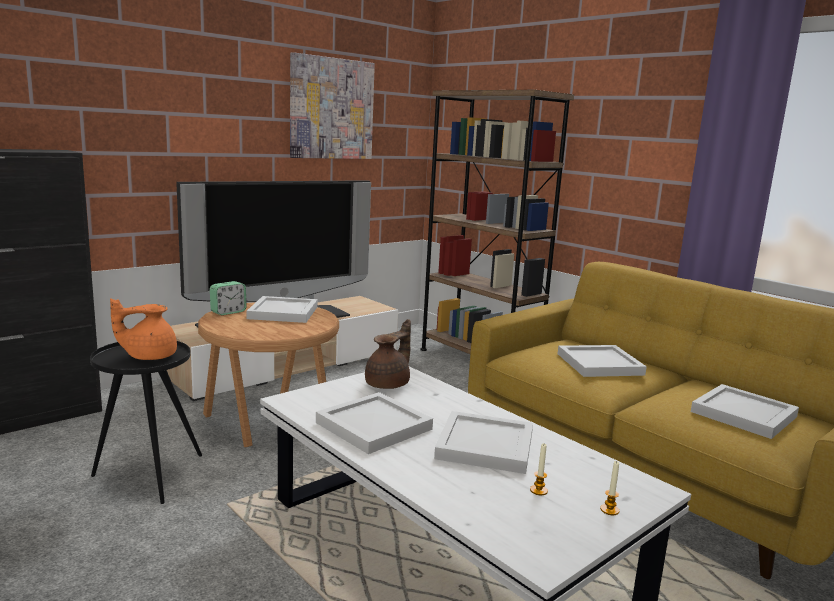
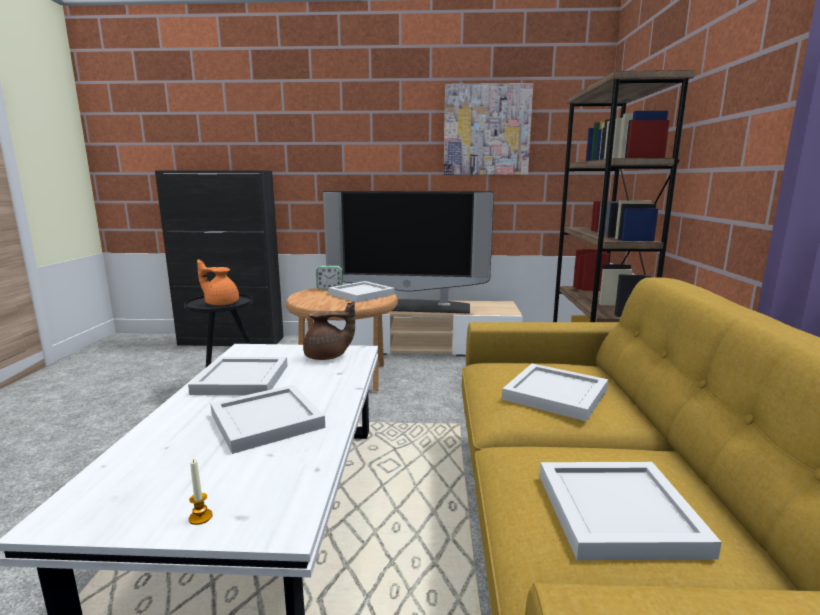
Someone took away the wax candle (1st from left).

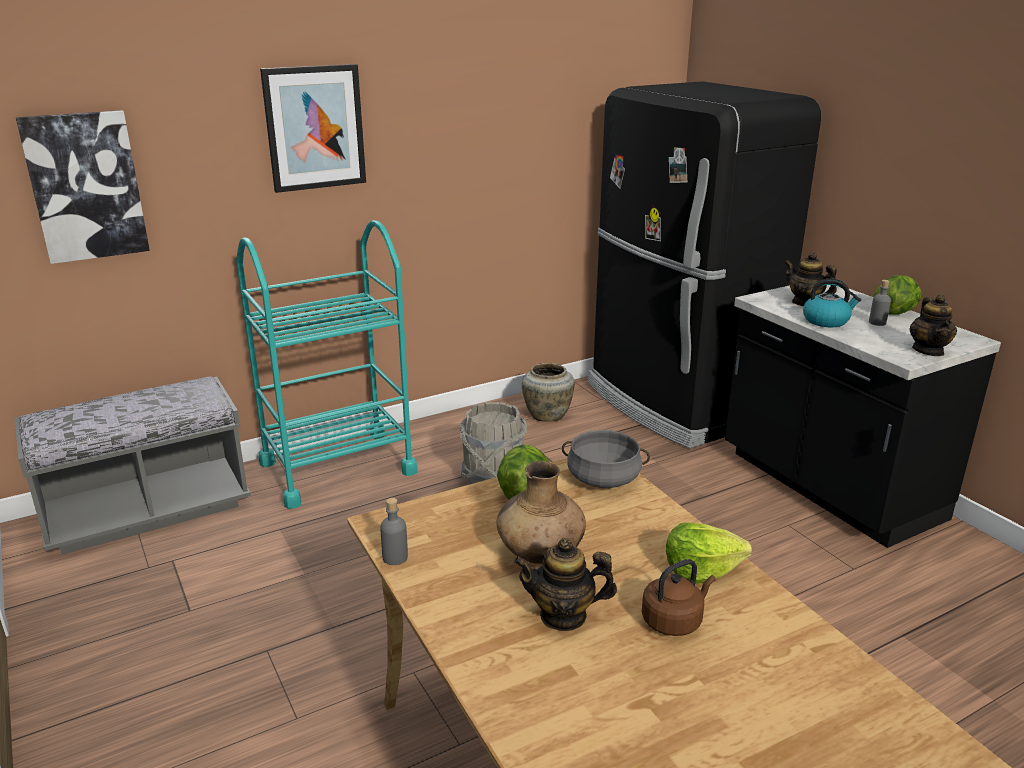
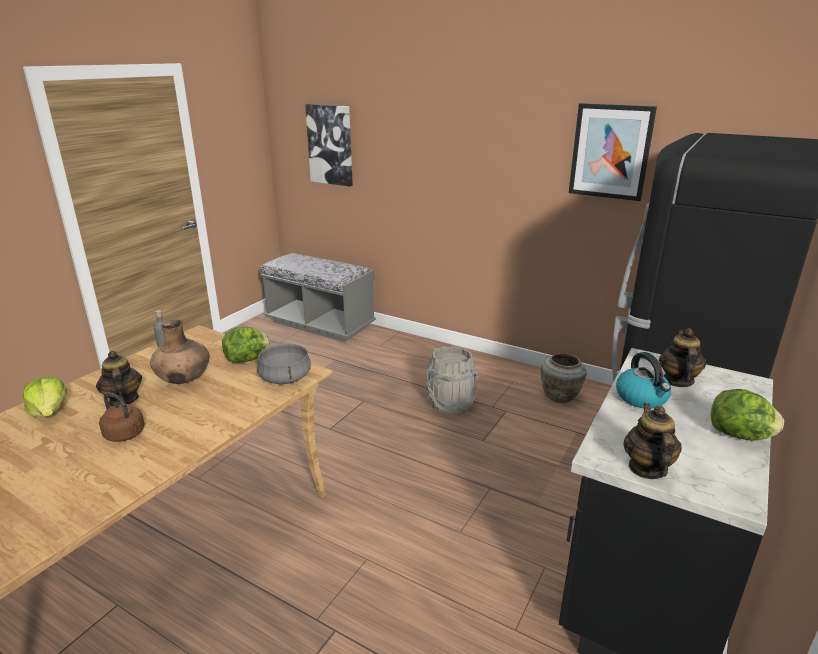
Someone carried the head of lettuce (2nd from left in the first image).
Someone carried the wall picture (2nd from left).
Someone rotated the pot for tea (3rd from left in the first image) by 120 degrees clockwise.
Someone took away the wheeled cart (turquoise-coloured).
Someone took away the beverage bottle (gray) (2nd from left).

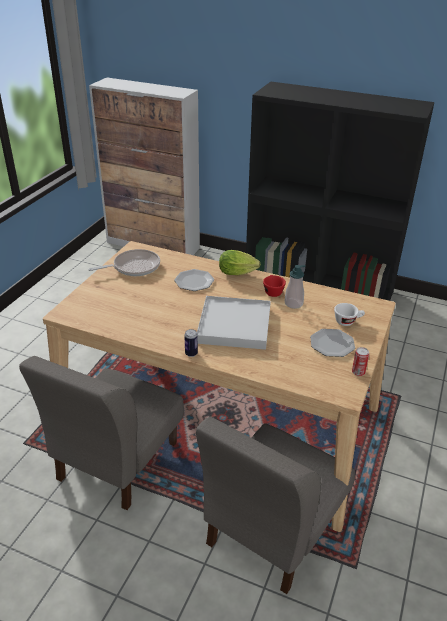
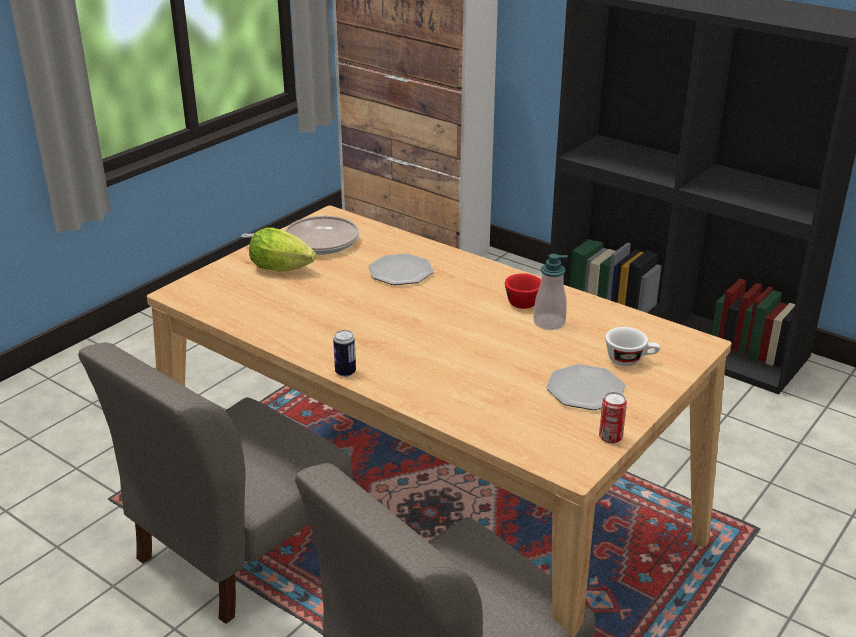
Someone carried the head of lettuce.
Someone took away the tray (white).

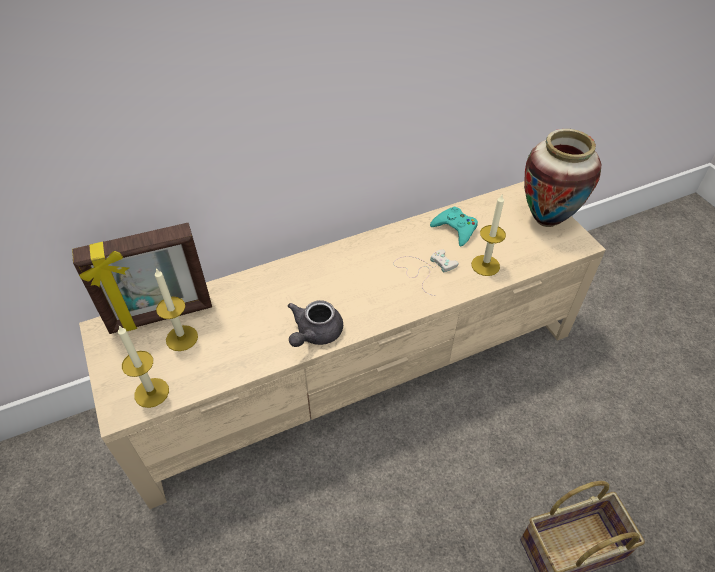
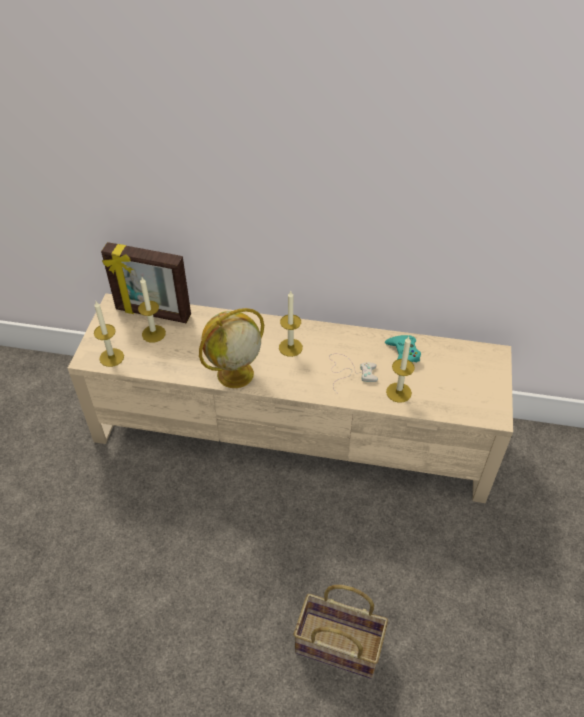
Someone swapped the pot for tea (gray) for the globe.
Someone put down the wax candle (3rd from left).
Someone took away the vase.

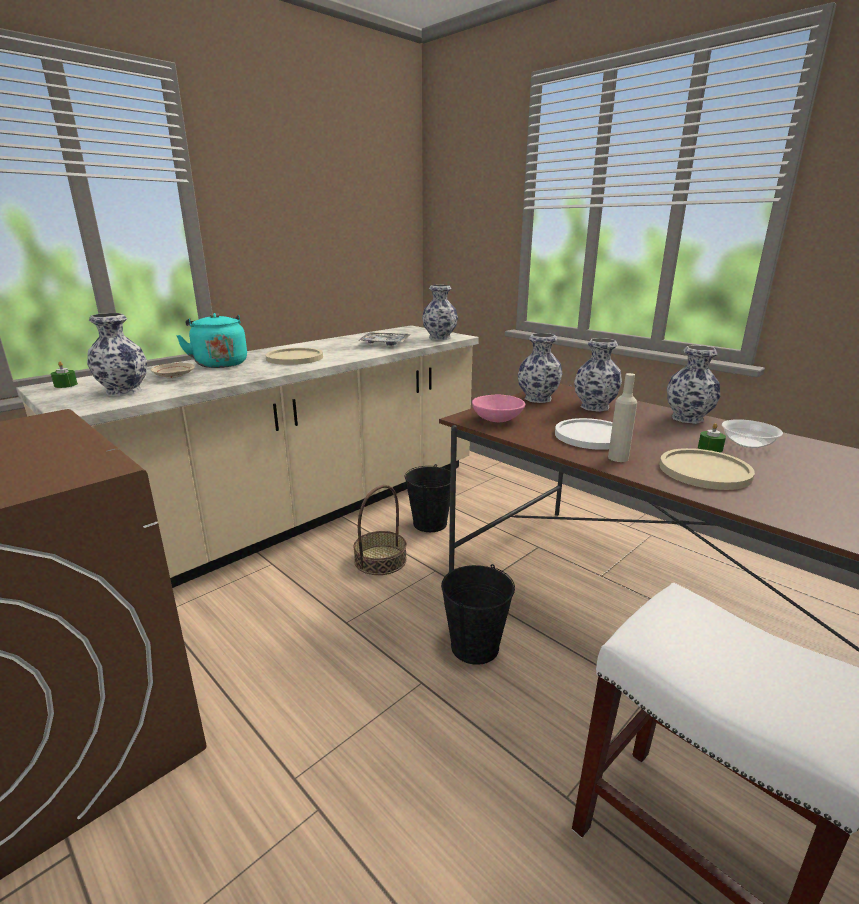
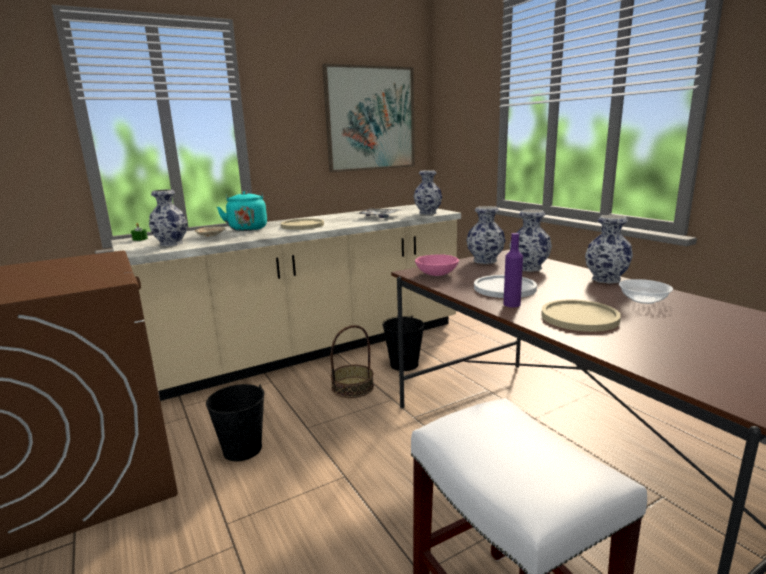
Someone carried the pail (black-coloured) (2nd from left in the first image).
Someone put up the wall picture.
Someone repainted the beverage bottle (beige), which became the beverage bottle (purple-coloured).
Someone took away the wax candle (green-coloured) (2nd from left).

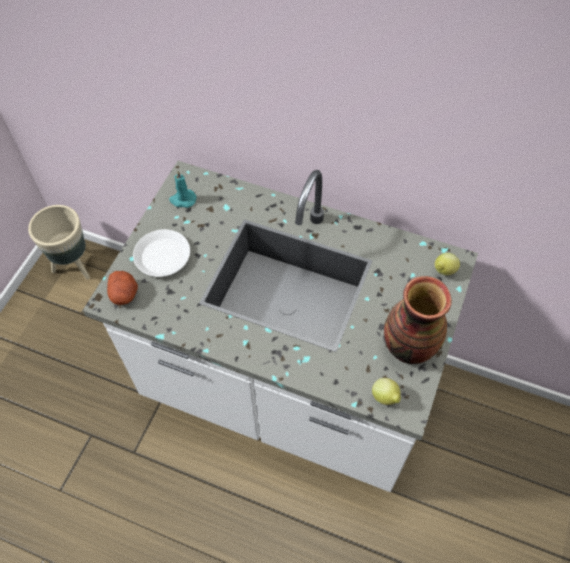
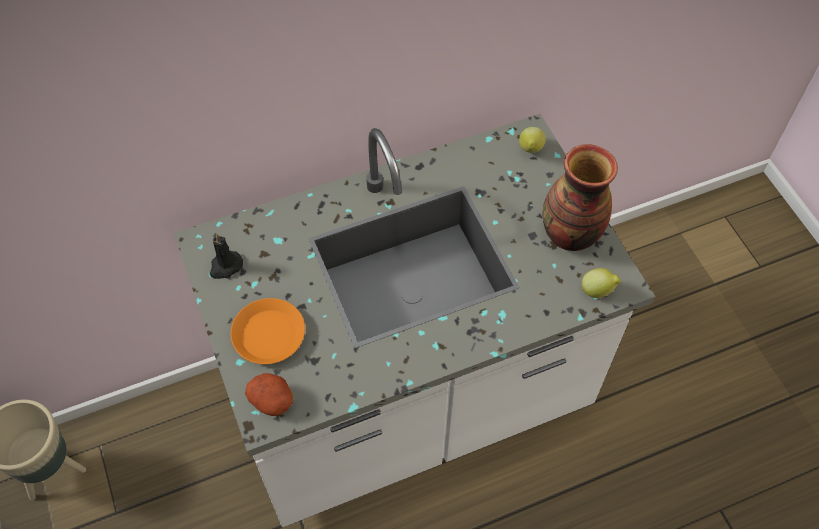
Someone repainted the wax candle (turquoise-coloured), which became the wax candle (black-coloured).
Someone repainted the flat dish (white), which became the flat dish (orangey).

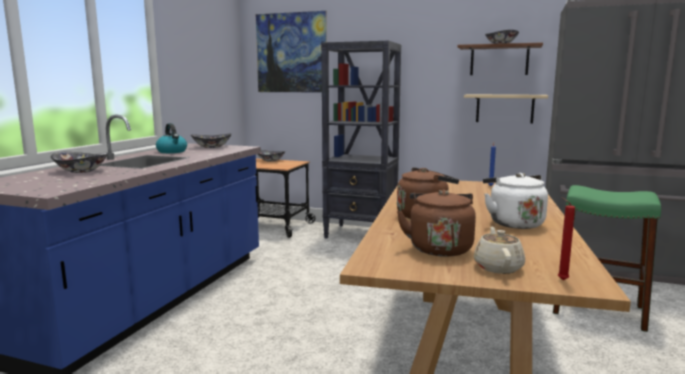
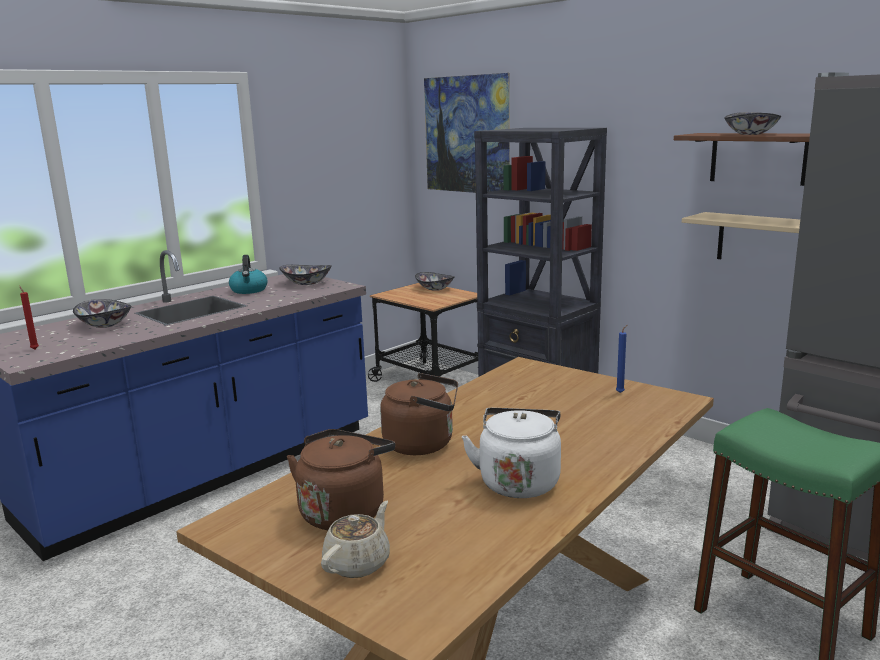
Someone carried the wax candle (red).

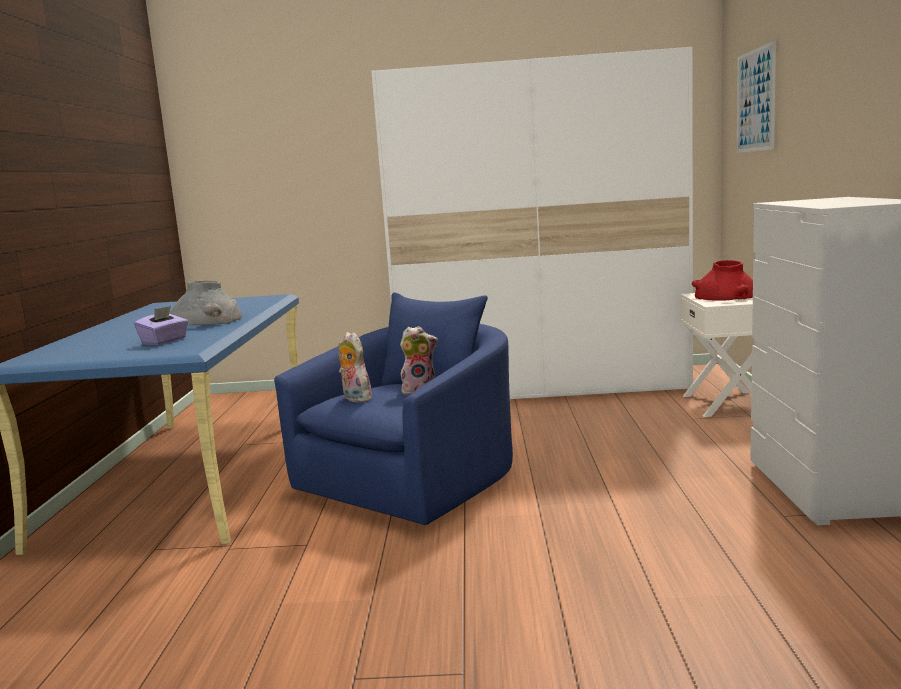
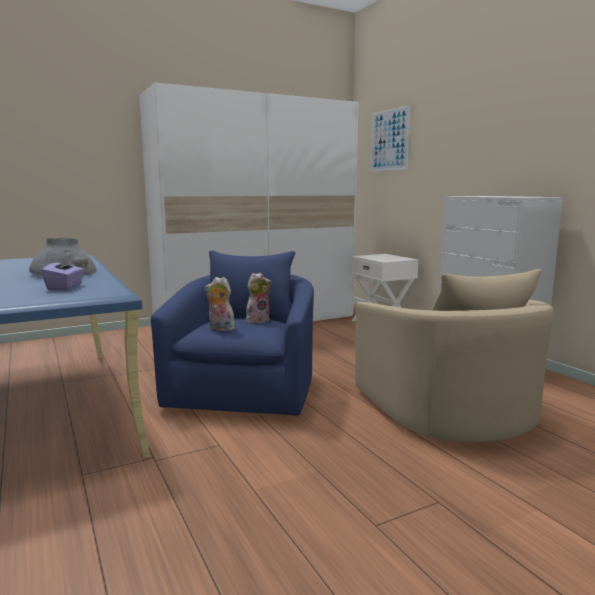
Someone put down the lounge chair (beige).
Someone took away the vase (red).

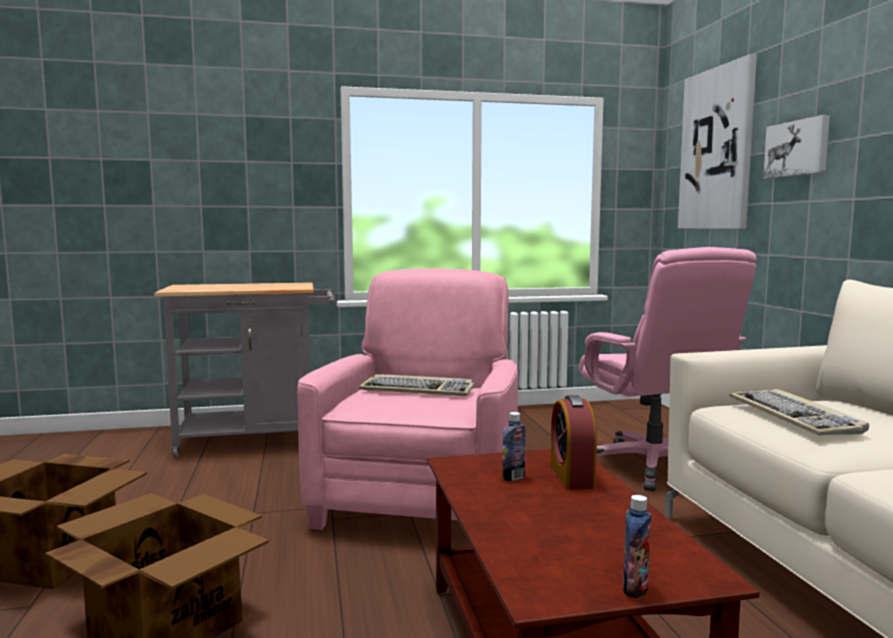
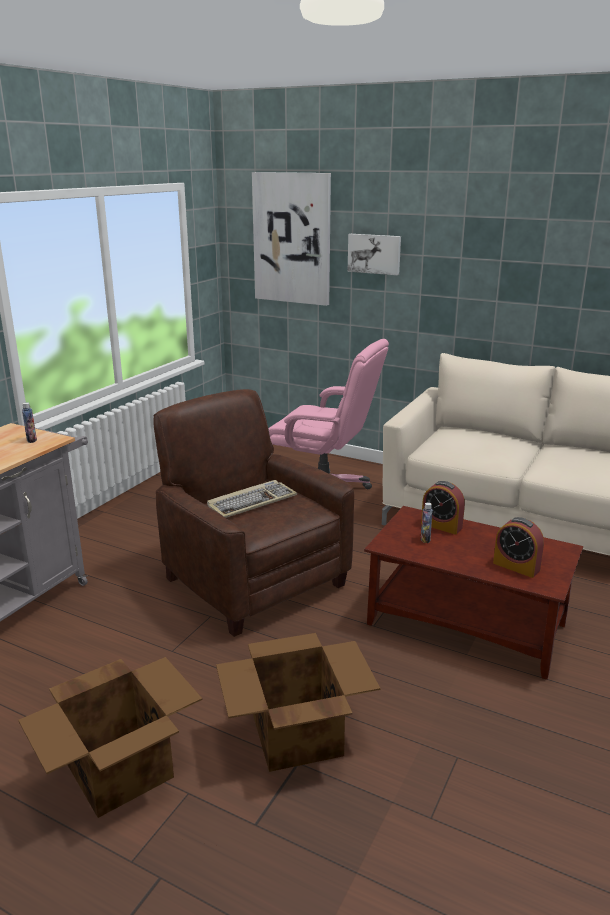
Someone carried the beverage bottle (2nd from left in the first image).
Someone repainted the lounge chair (pinkish), which became the lounge chair (brownish).
Someone put down the alarm clock (2nd from left).
Someone took away the keyboard (2nd from left).

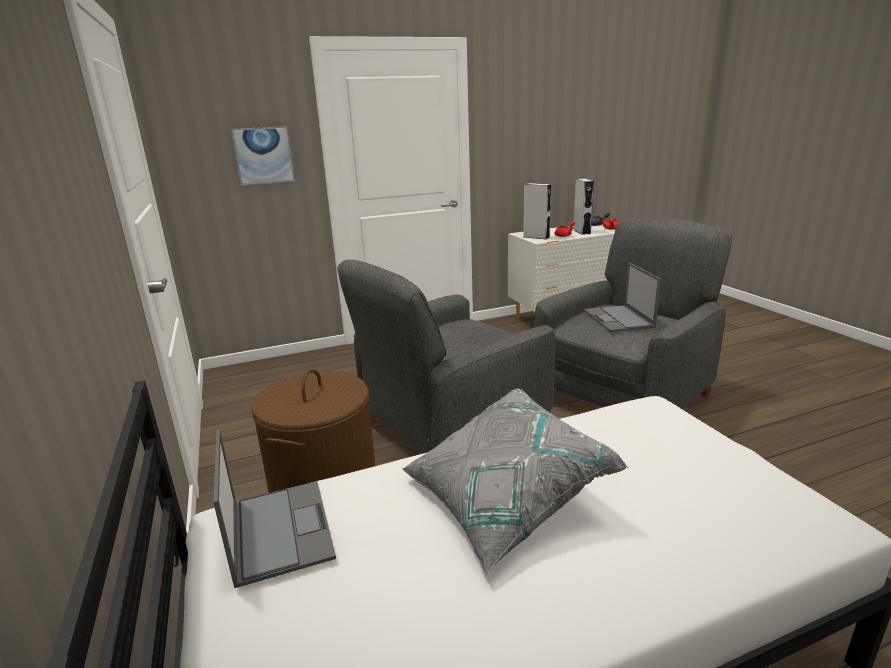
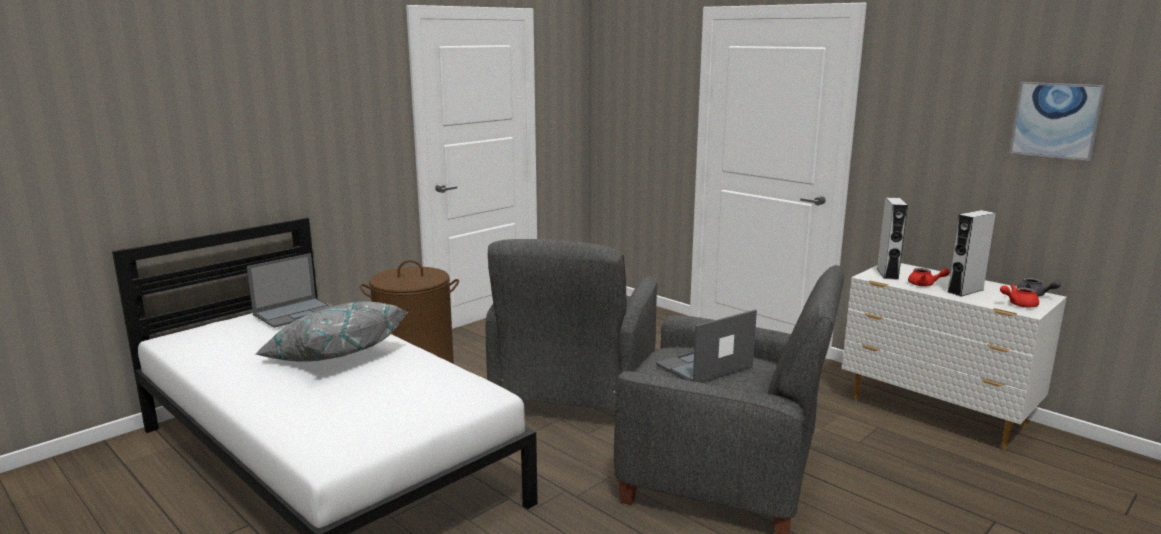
Someone rotated the lounge chair (gray) (1st from left) by 105 degrees counterclockwise.
Someone carried the wall picture.

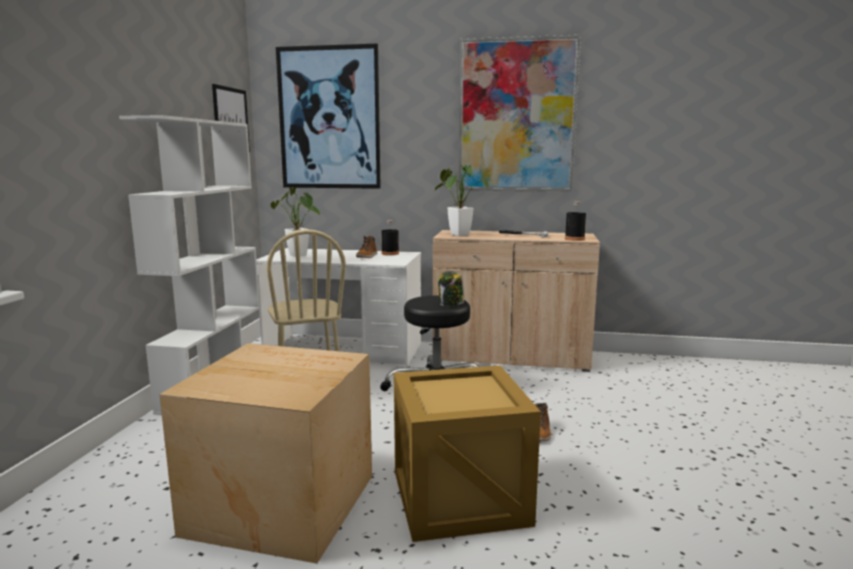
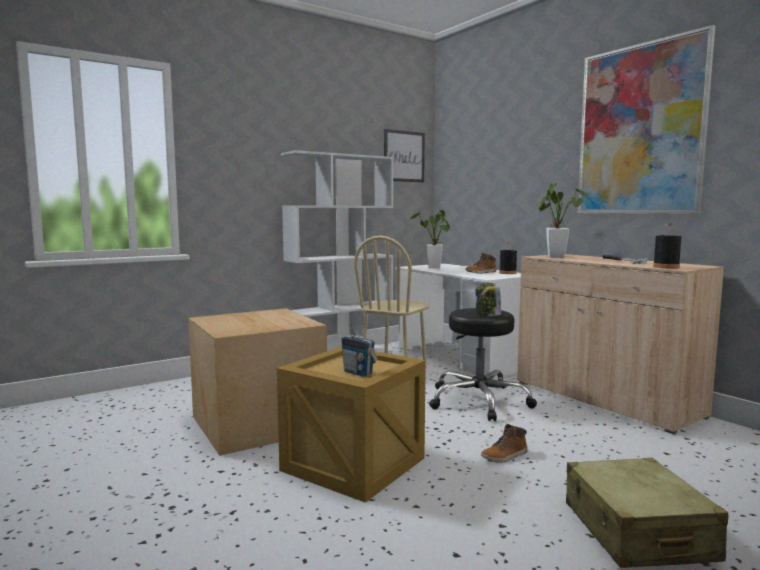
Someone put down the radio set.
Someone put down the travel case (beige).
Someone took away the wall picture (2nd from left).

